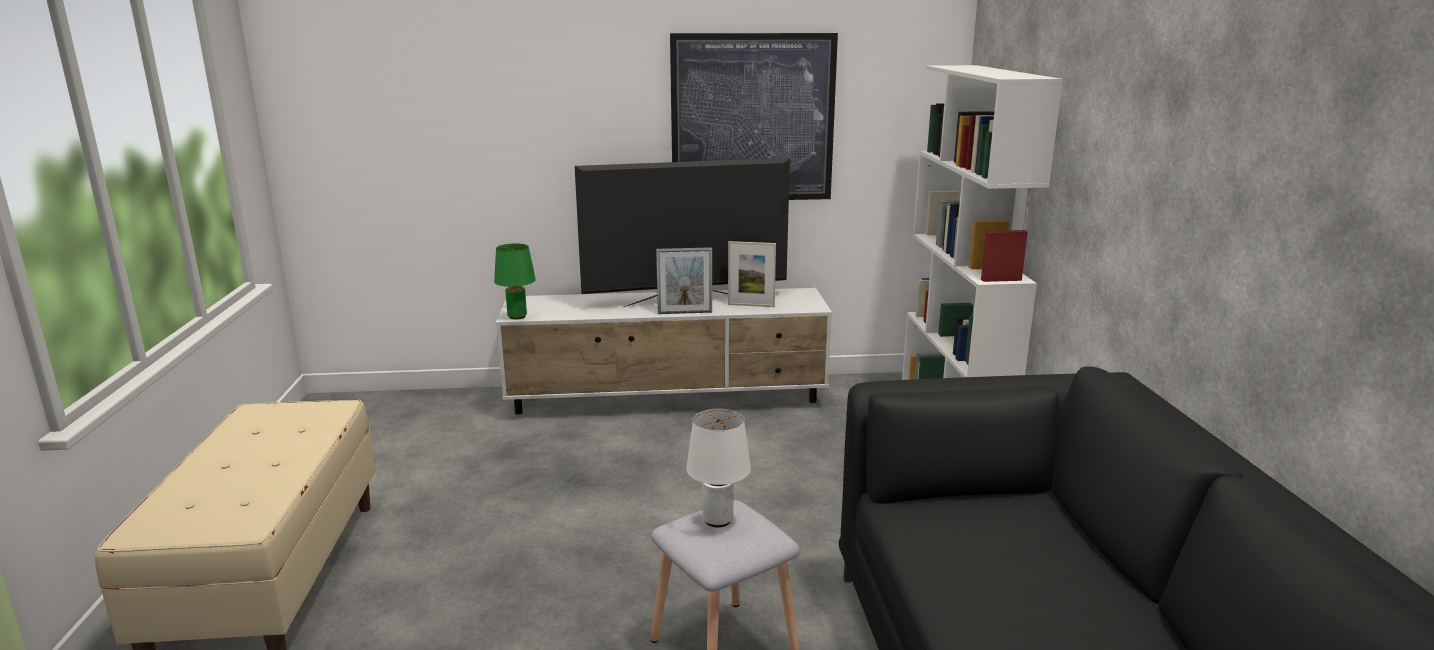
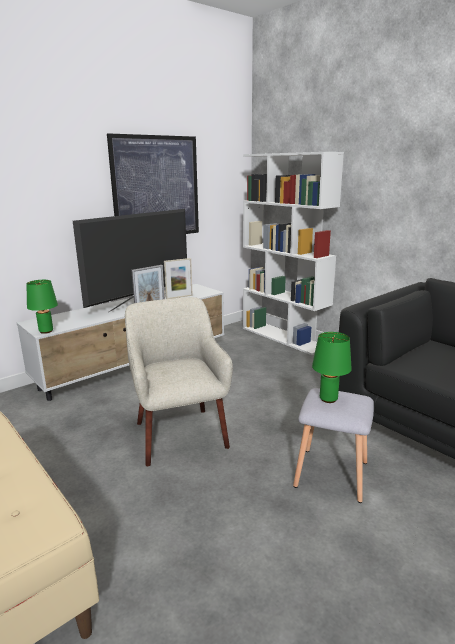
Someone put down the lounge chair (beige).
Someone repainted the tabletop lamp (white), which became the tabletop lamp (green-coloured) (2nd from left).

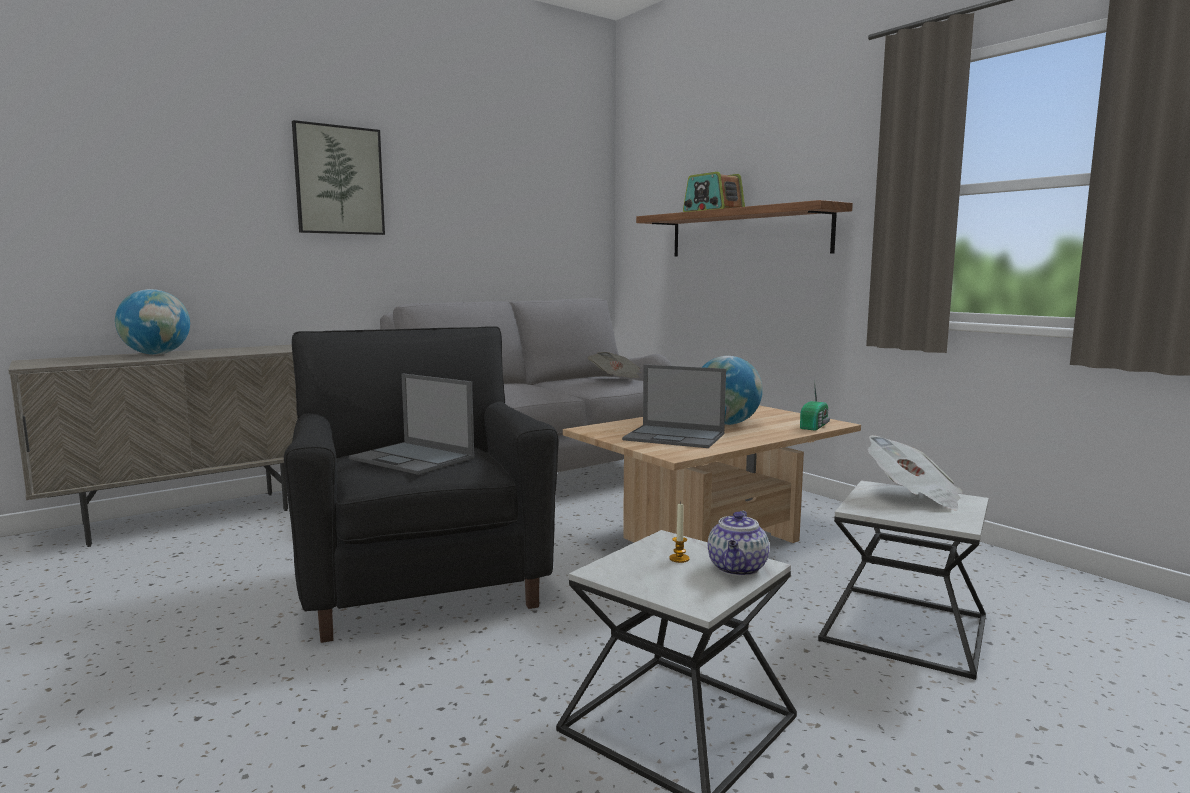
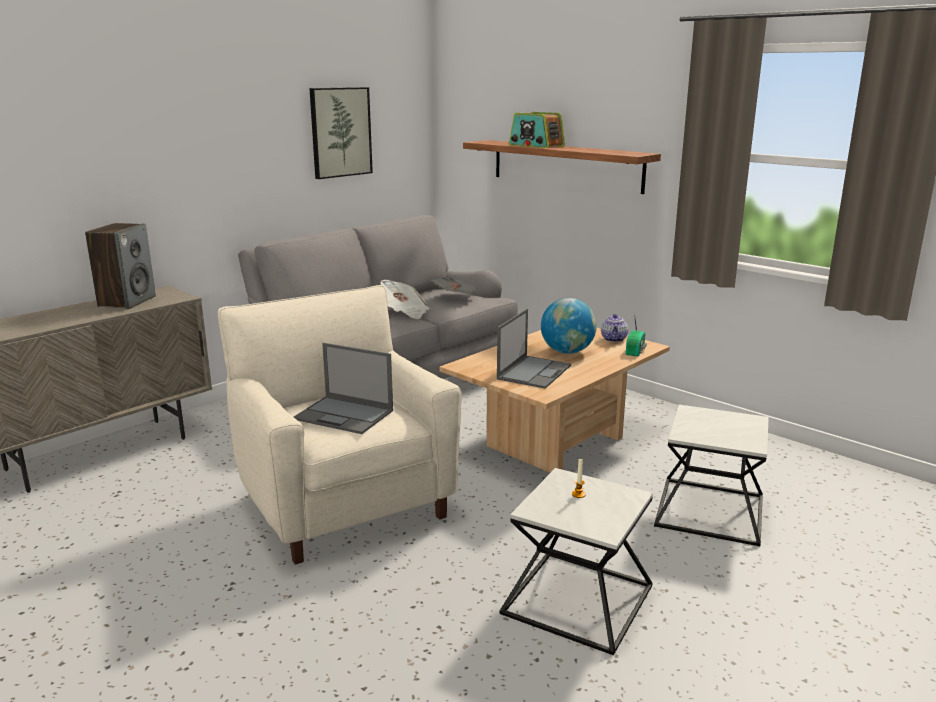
Someone put down the audio speaker.
Someone repainted the lounge chair (black-coloured), which became the lounge chair (beige).
Someone carried the wall picture.
Someone carried the newspaper (2nd from left in the first image).
Someone rotated the portable computer (2nd from left) by 75 degrees counterclockwise.
Someone carried the pot for tea.
Someone took away the globe (1st from left).

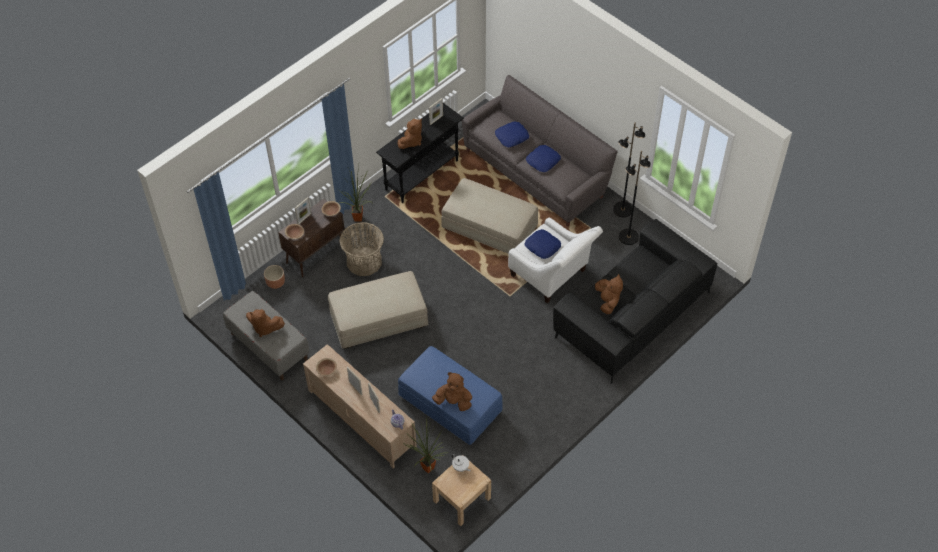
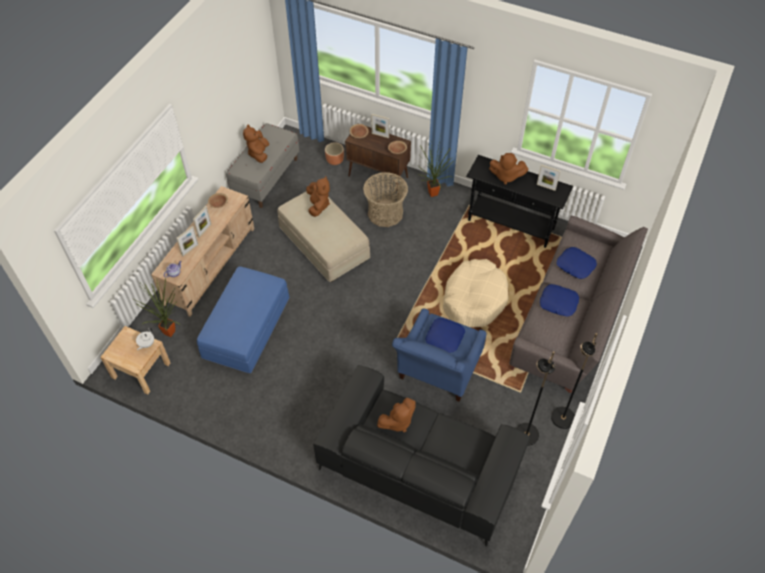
Someone carried the cuddly toy (brownish) (3rd from left in the first image).
Someone repainted the lounge chair (white), which became the lounge chair (blue).
Someone swapped the ottoman (beige) (2nd from left) for the pet bed (beige).

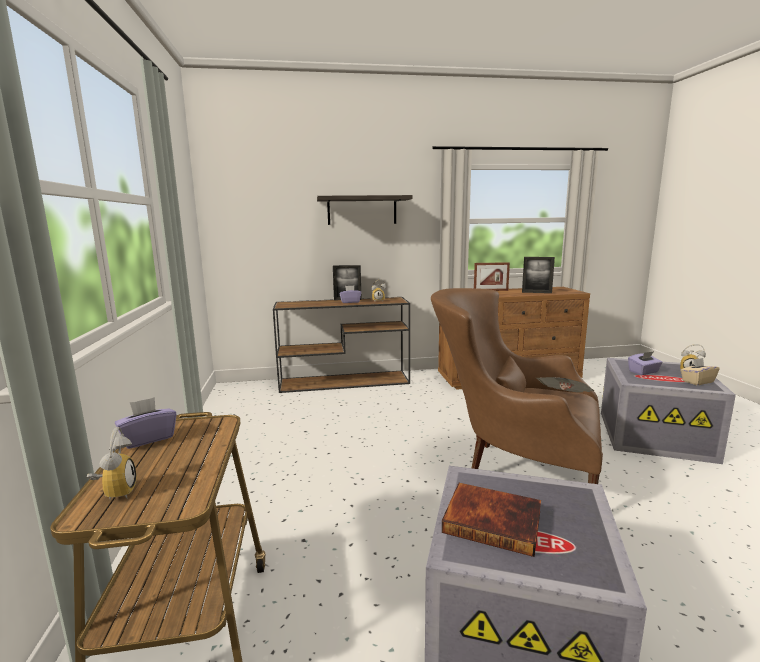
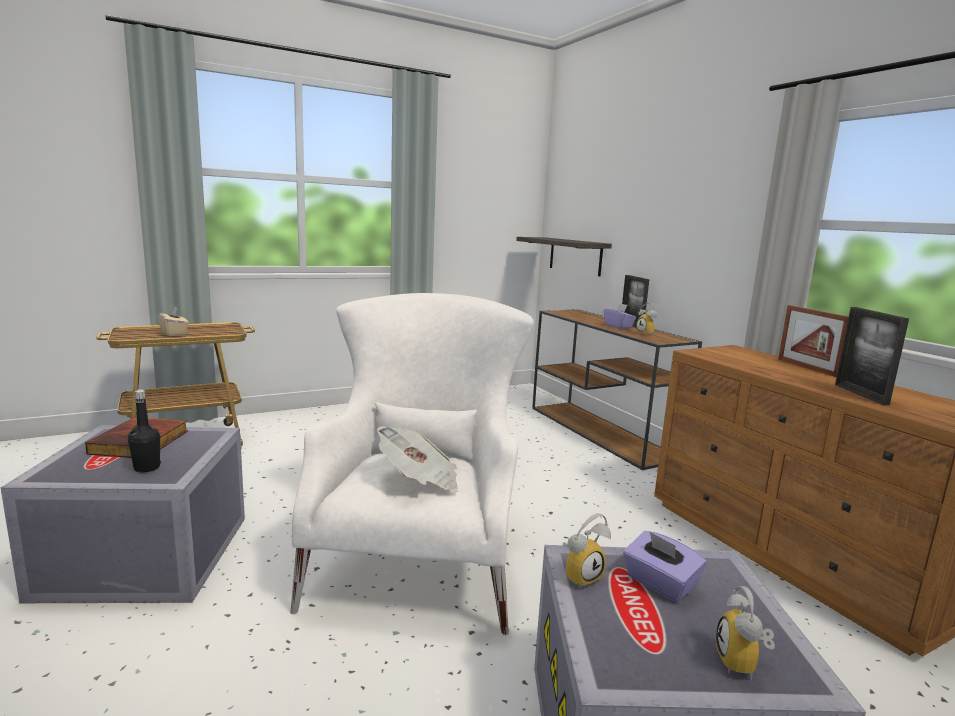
Someone put down the beverage bottle (black-coloured).
Someone carried the tissue box (beige).
Someone repainted the lounge chair (brownish), which became the lounge chair (white).
Someone carried the wall shelf.
Someone carried the alarm clock (1st from left).
Someone took away the tissue box (purple-coloured) (1st from left).

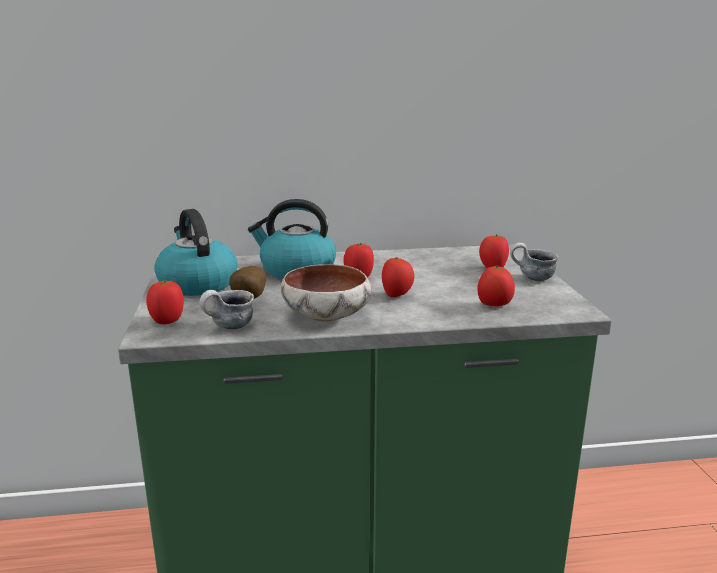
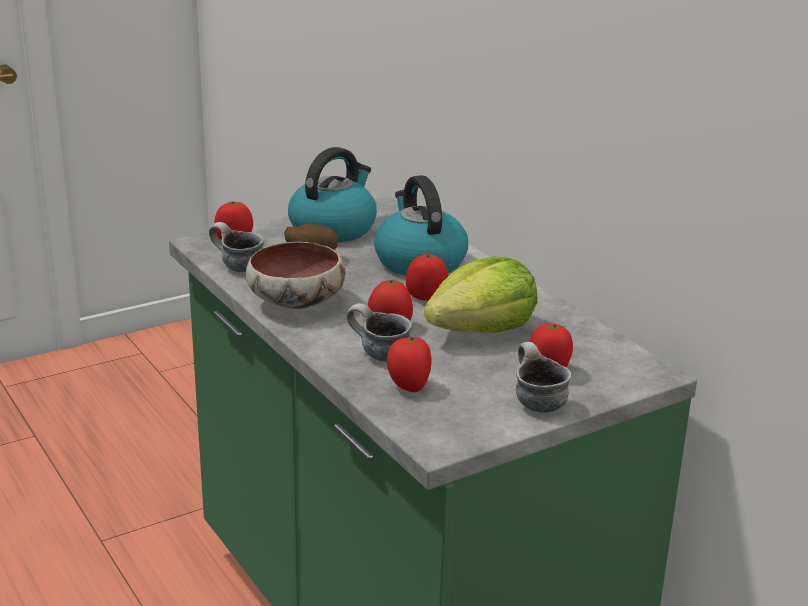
Someone put down the coffee mug (2nd from left).
Someone put down the head of lettuce.

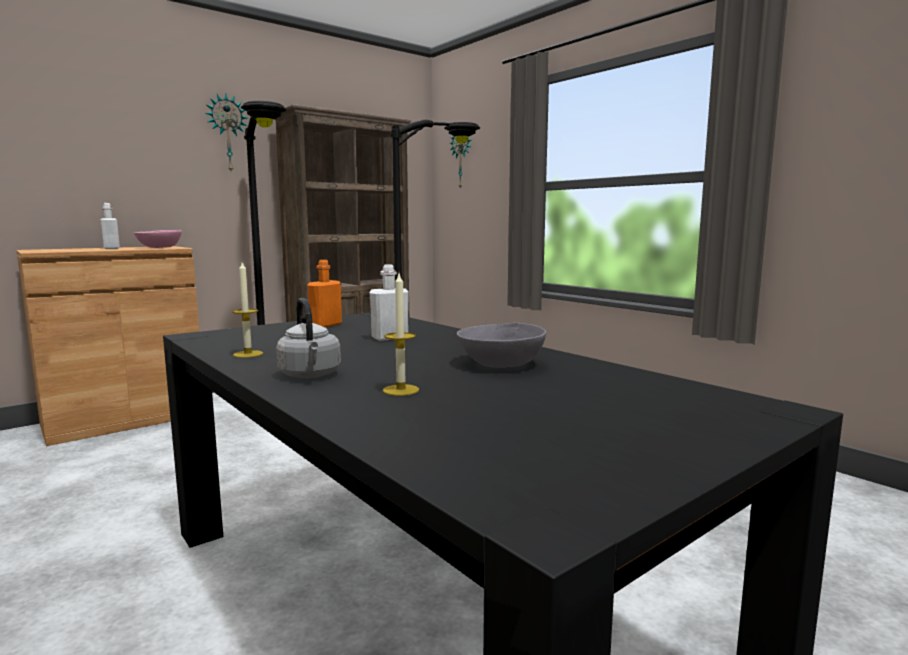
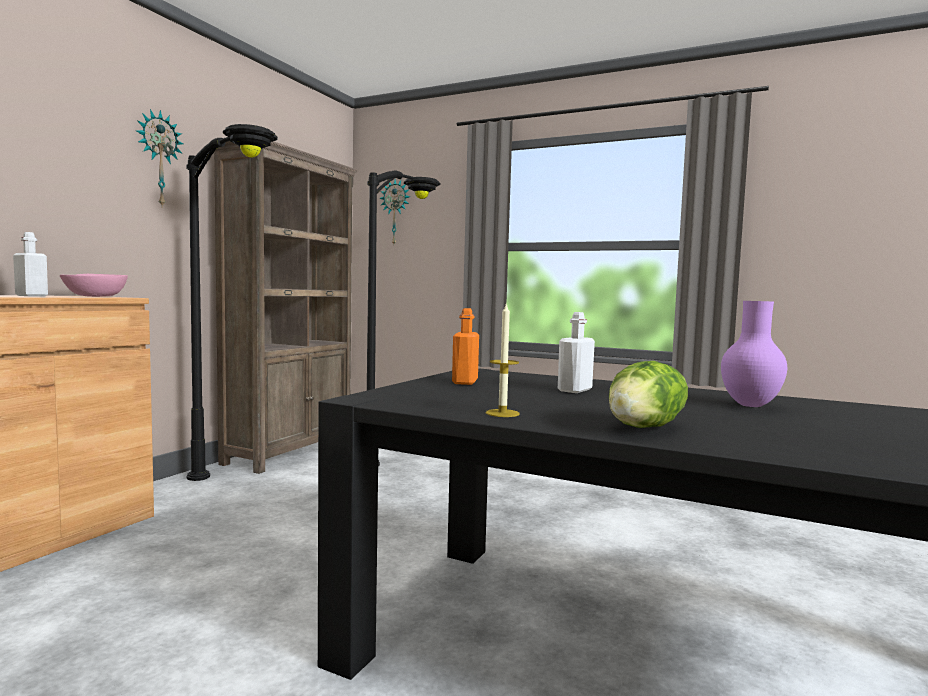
Someone swapped the kettle (gray) for the head of lettuce.
Someone swapped the deep dish (gray) for the vase (purple-coloured).
Someone took away the wax candle (2nd from left).

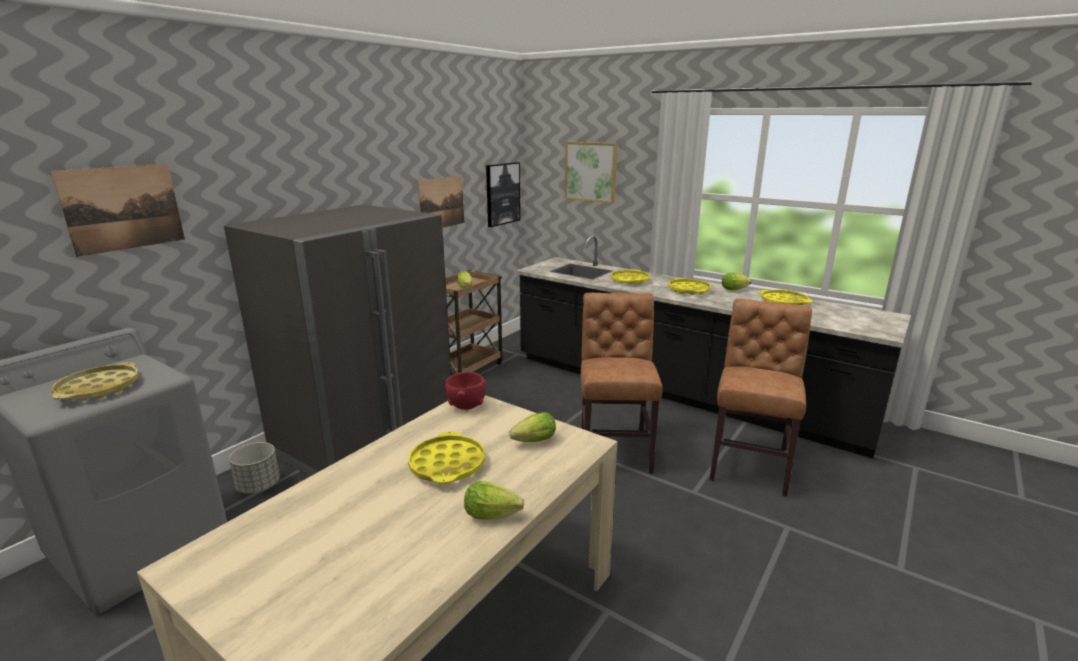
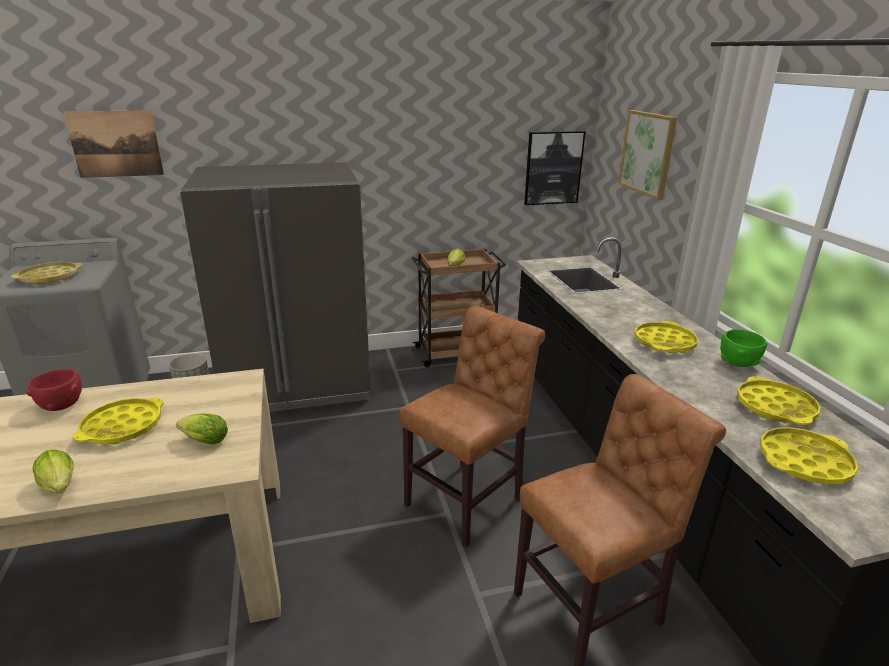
Someone carried the deep dish (red).
Someone swapped the head of lettuce (4th from left) for the deep dish (green-coloured).
Someone carried the tray (yellowish) (3rd from left in the first image).
Someone took away the wall picture (2nd from left).

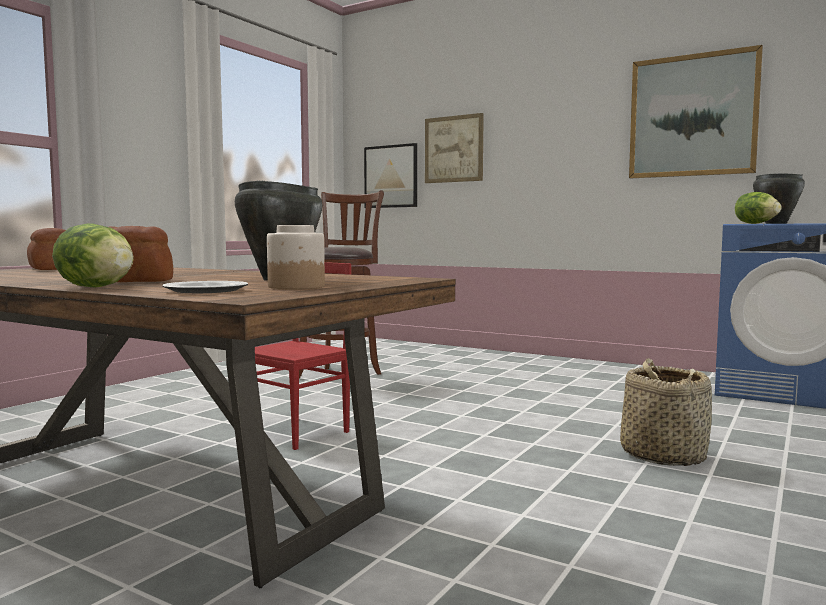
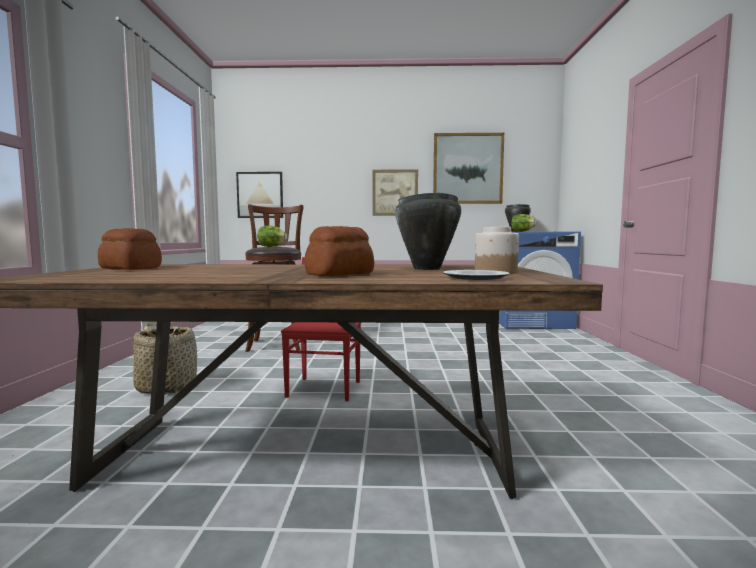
Someone carried the basket.
Someone carried the head of lettuce (1st from left).
Someone carried the wall picture (2nd from left).

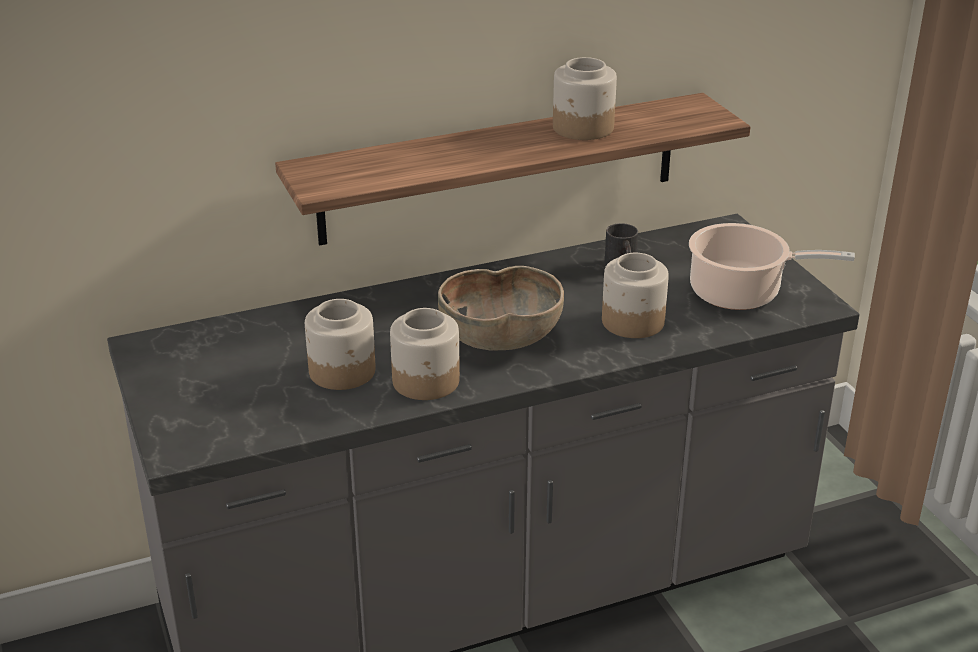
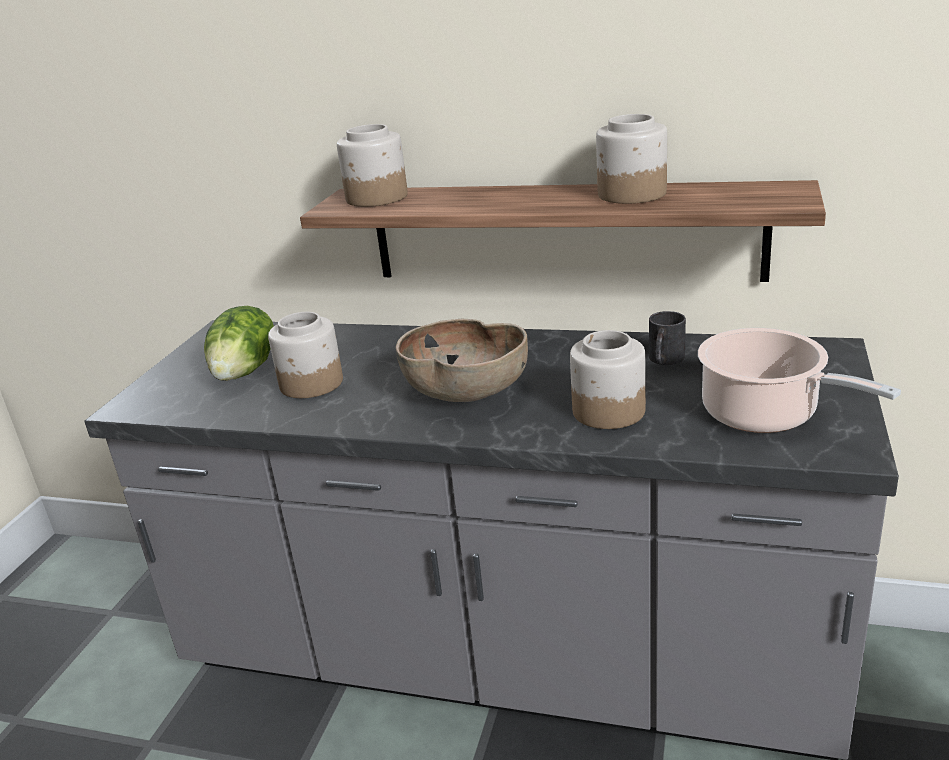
Someone put down the head of lettuce.
Someone carried the preserve jar (2nd from left).

